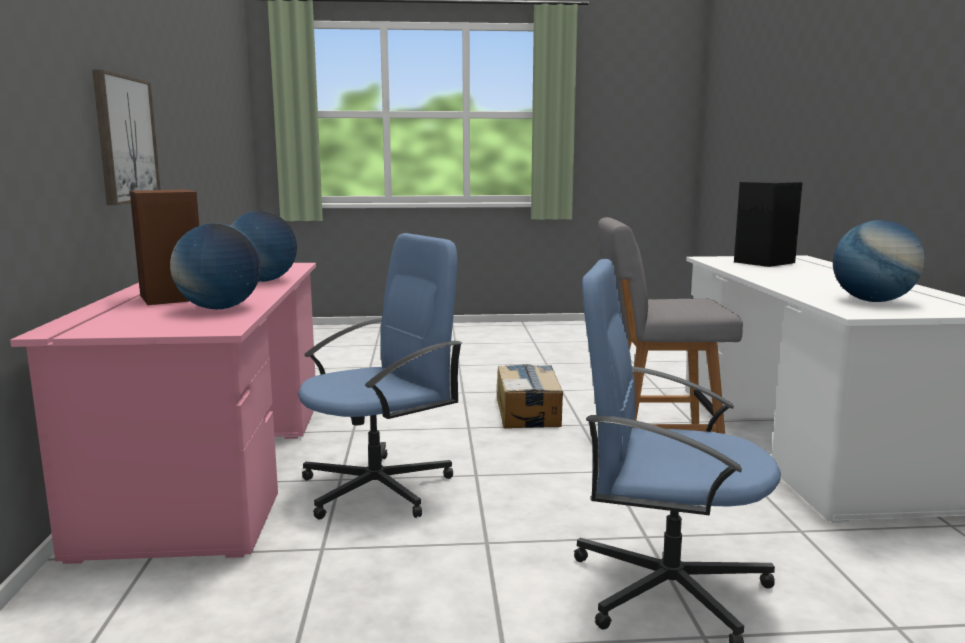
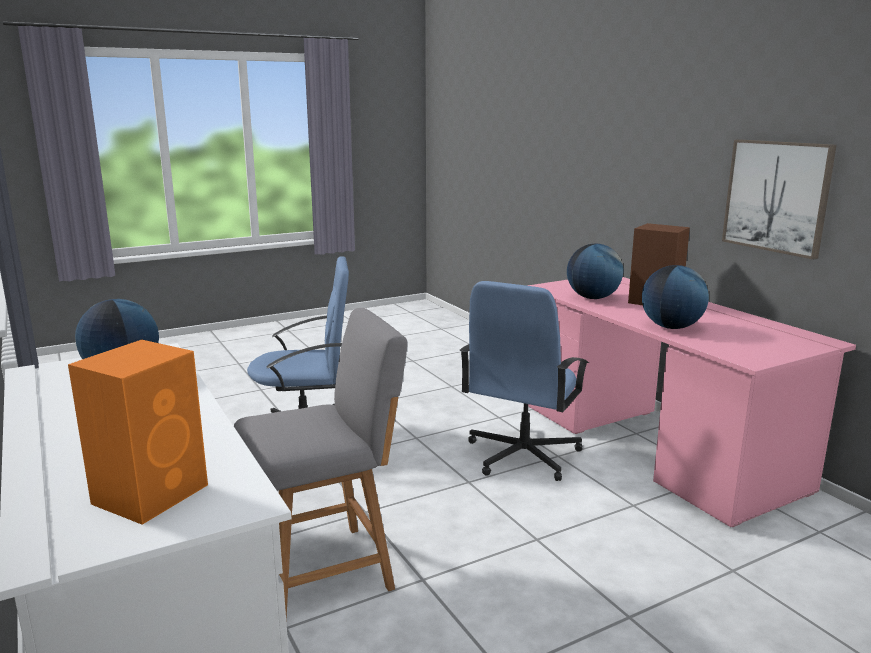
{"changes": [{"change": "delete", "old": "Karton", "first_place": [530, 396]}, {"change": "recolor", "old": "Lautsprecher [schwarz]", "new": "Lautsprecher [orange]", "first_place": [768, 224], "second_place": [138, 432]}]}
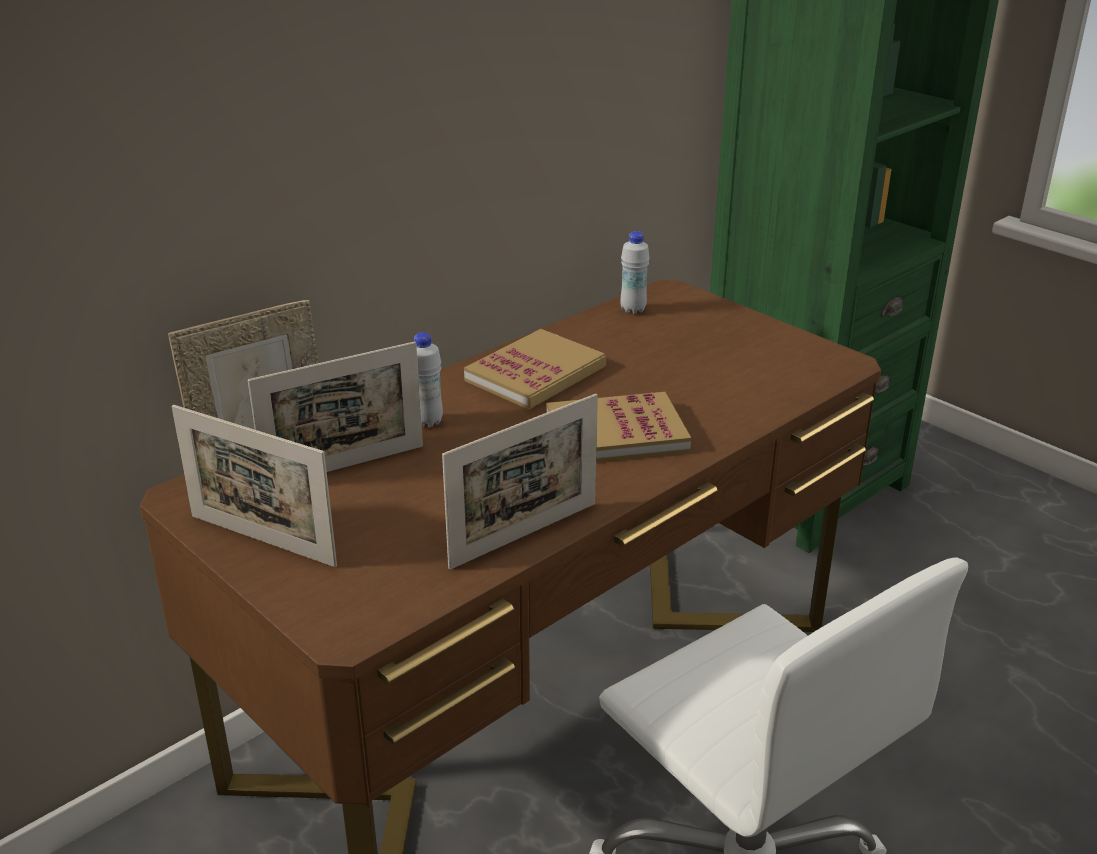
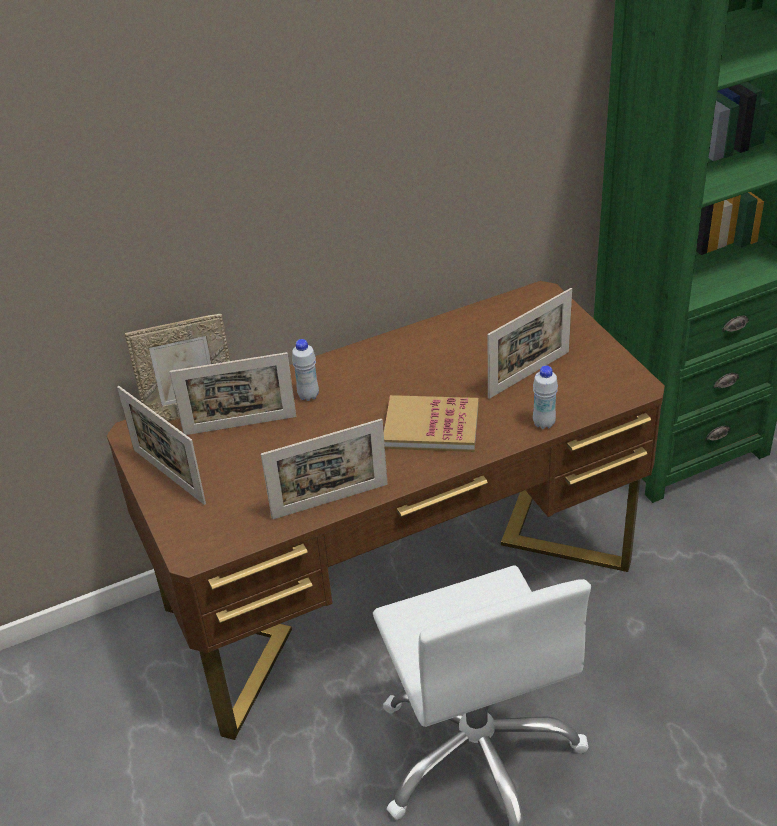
{"changes": [{"change": "delete", "old": "Buch", "first_place": [535, 369]}, {"change": "insert", "new": "Bilderrahmen", "second_place": [530, 343]}, {"change": "move", "old": "Flasche [weiß]", "first_place": [635, 272], "second_place": [545, 397]}]}
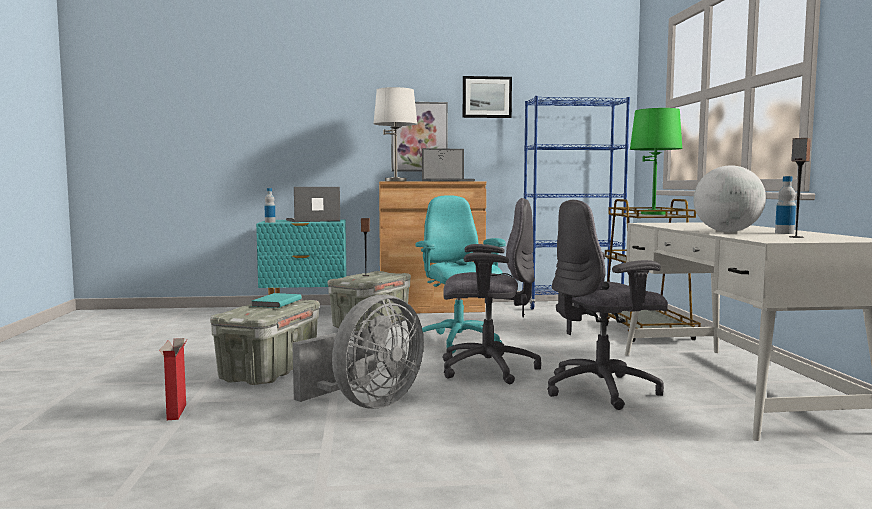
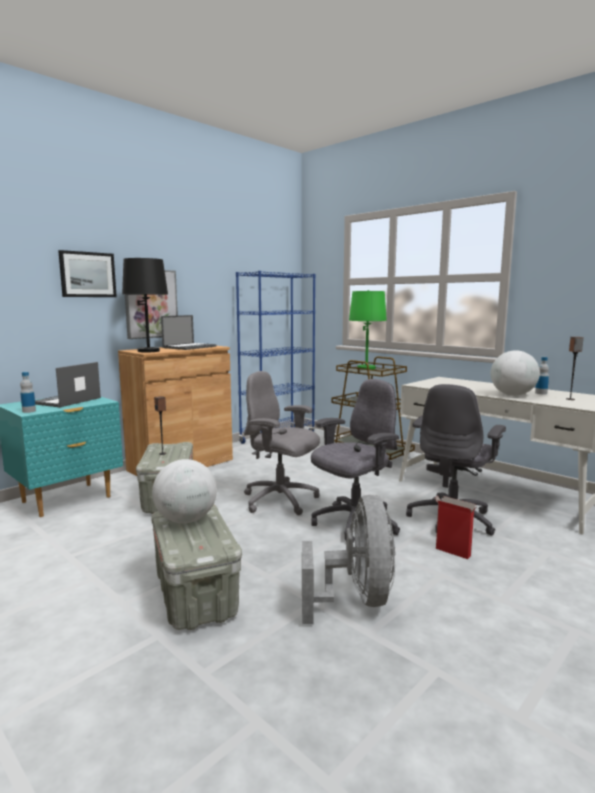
{"changes": [{"change": "move", "old": "Karton", "first_place": [173, 379], "second_place": [456, 527]}, {"change": "move", "old": "Bild", "first_place": [487, 97], "second_place": [87, 273]}, {"change": "replace", "old": "Buch [türkis]", "new": "Globus", "first_place": [276, 300], "second_place": [184, 491]}, {"change": "recolor", "old": "Tischlampe [weiß]", "new": "Tischlampe [schwarz]", "first_place": [395, 134], "second_place": [145, 305]}, {"change": "recolor", "old": "Bürostuhl [türkis]", "new": "Bürostuhl [grau]", "first_place": [460, 274], "second_place": [282, 443]}]}
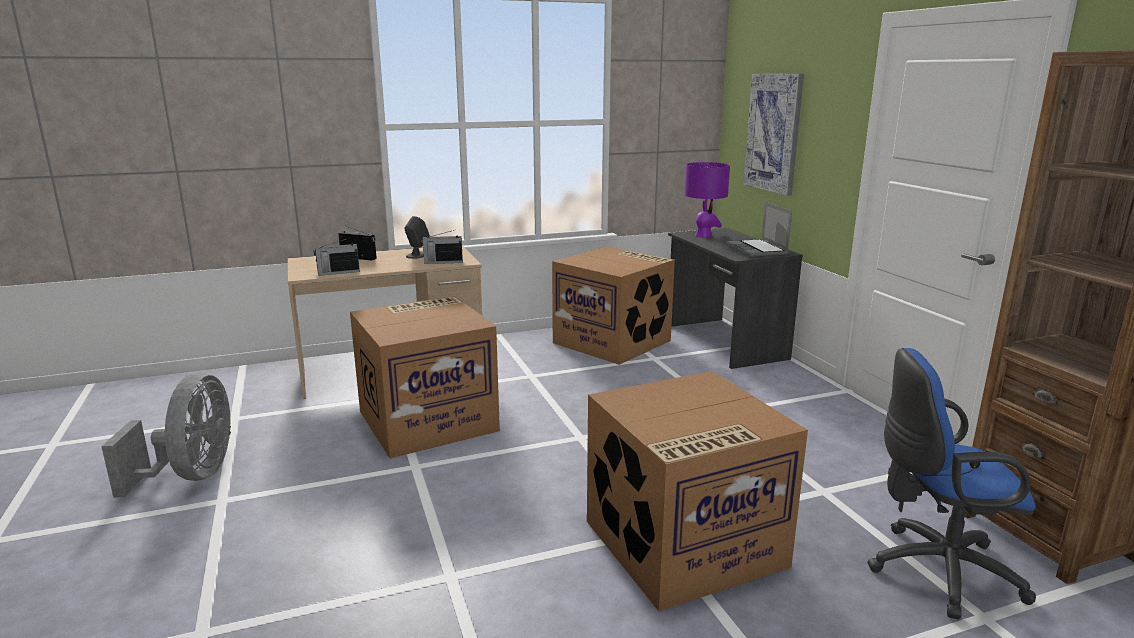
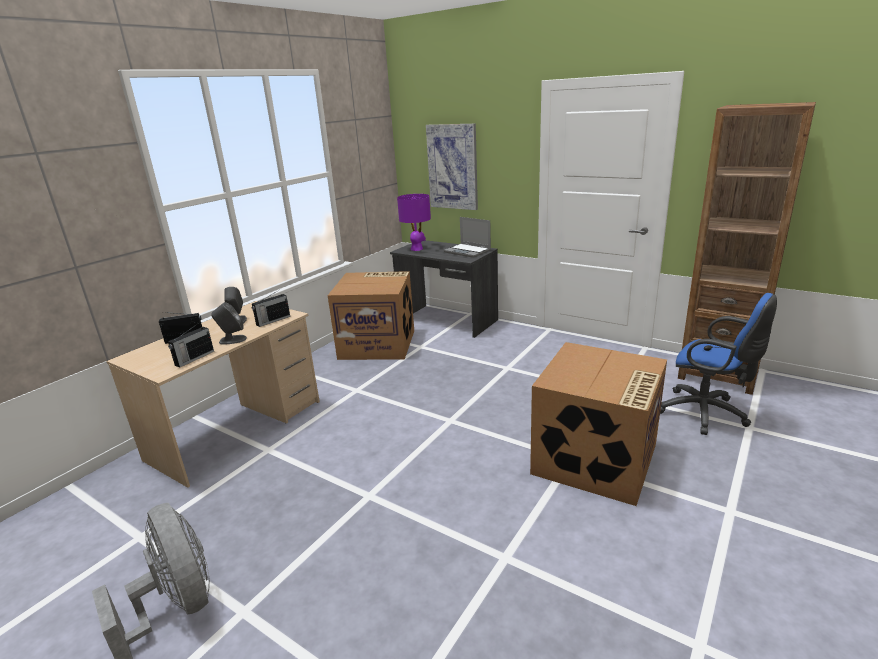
{"changes": [{"change": "delete", "old": "Karton", "first_place": [425, 377]}, {"change": "insert", "new": "Lautsprecher [grau]", "second_place": [229, 323]}, {"change": "rotate", "old": "Bürostuhl [blau]", "first_place": [951, 483], "second_place": [718, 364], "degrees": -105}]}
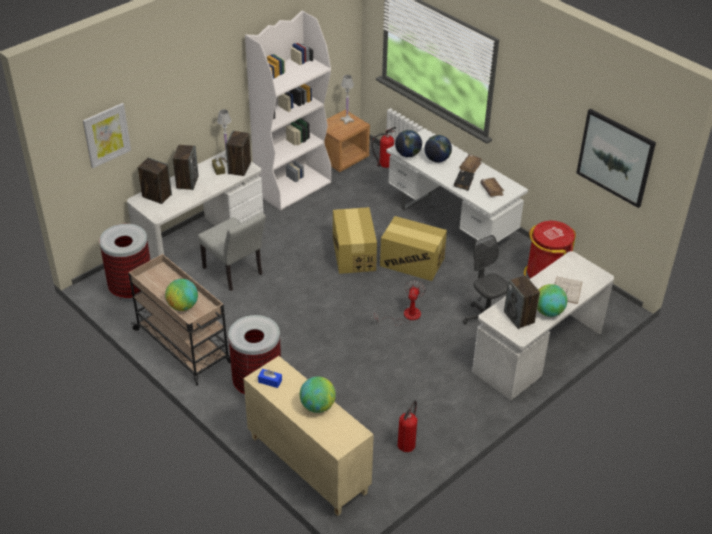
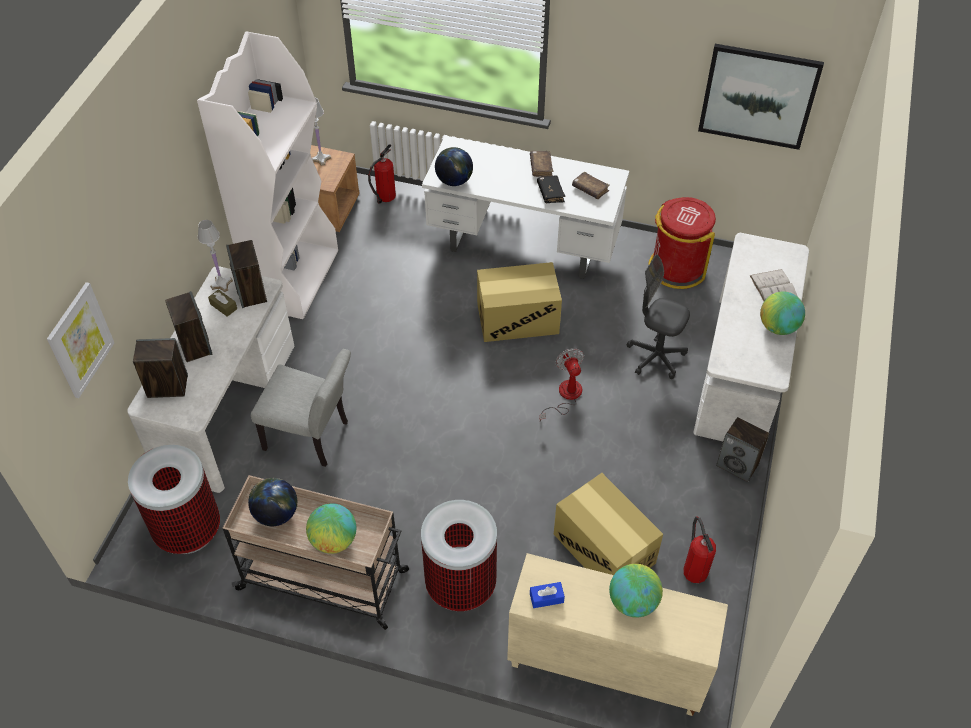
{"changes": [{"change": "move", "old": "Karton", "first_place": [355, 240], "second_place": [608, 524]}, {"change": "move", "old": "Globus", "first_place": [438, 148], "second_place": [272, 502]}, {"change": "move", "old": "Lautsprecher", "first_place": [522, 302], "second_place": [743, 449]}]}
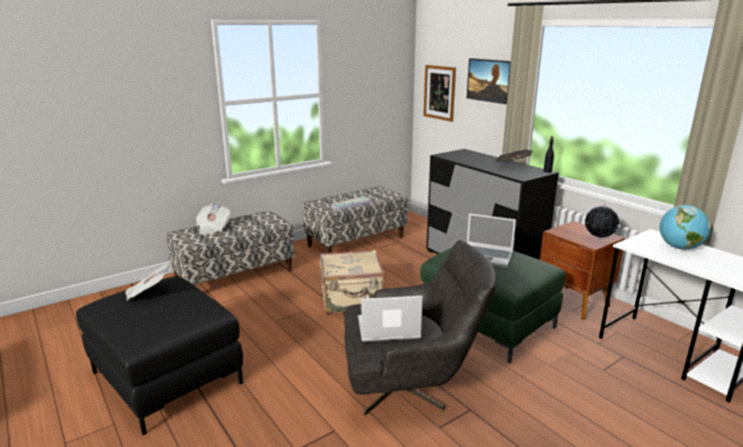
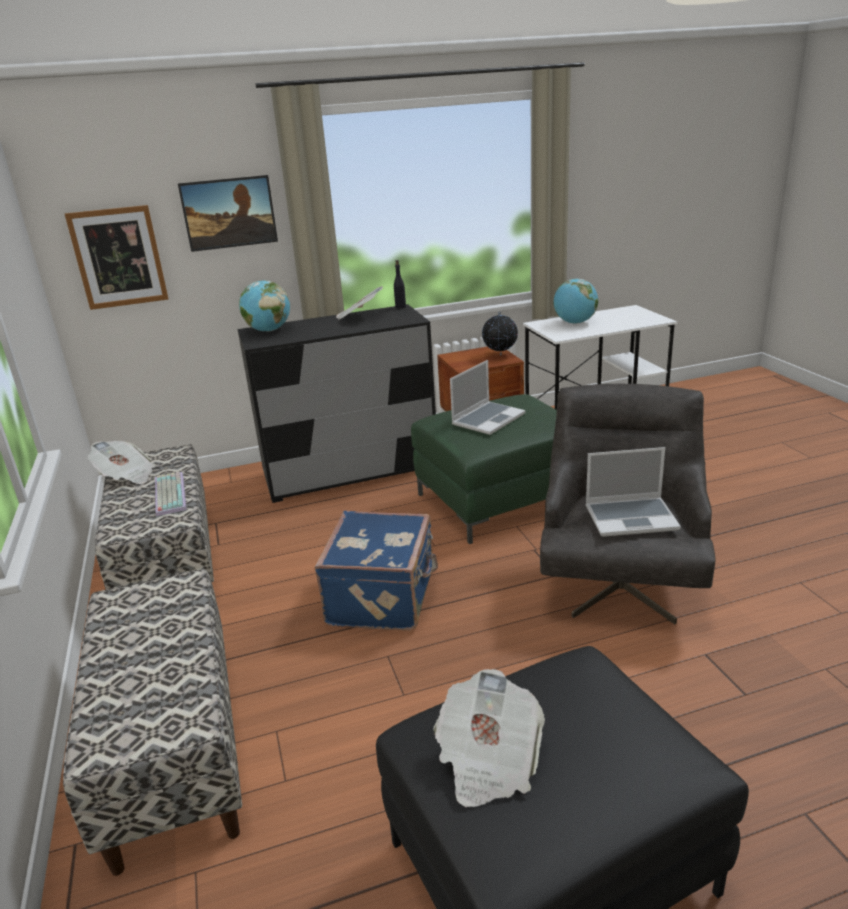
{"changes": [{"change": "insert", "new": "Globus", "second_place": [264, 306]}, {"change": "move", "old": "Zeitung", "first_place": [213, 219], "second_place": [121, 462]}, {"change": "recolor", "old": "Koffer [beige]", "new": "Koffer [blau]", "first_place": [352, 282], "second_place": [376, 570]}, {"change": "rotate", "old": "Laptop", "first_place": [390, 319], "second_place": [633, 492], "degrees": -105}]}
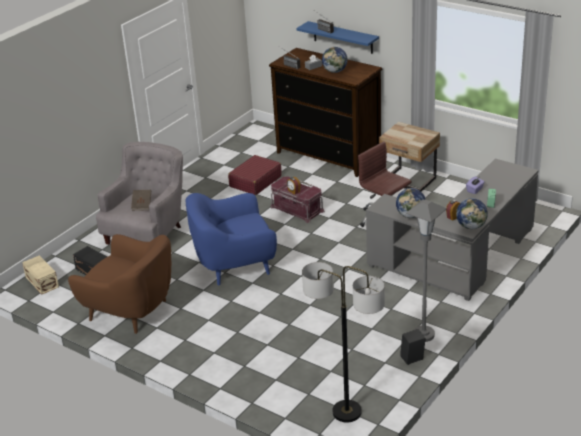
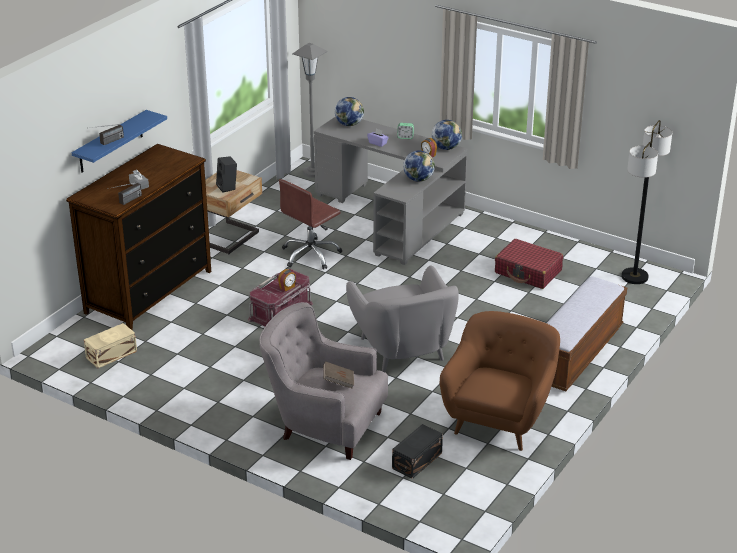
{"changes": [{"change": "insert", "new": "Bank", "second_place": [587, 334]}, {"change": "move", "old": "Aufbewahrungsbox [beige]", "first_place": [40, 274], "second_place": [110, 345]}, {"change": "move", "old": "Koffer [rot]", "first_place": [255, 175], "second_place": [529, 264]}, {"change": "move", "old": "Globus", "first_place": [335, 60], "second_place": [349, 111]}, {"change": "move", "old": "Lautsprecher [schwarz]", "first_place": [413, 347], "second_place": [226, 174]}, {"change": "move", "old": "Stehlampe [grau]", "first_place": [426, 271], "second_place": [310, 110]}, {"change": "recolor", "old": "Sessel [blau]", "new": "Sessel [grau]", "first_place": [231, 239], "second_place": [402, 318]}]}
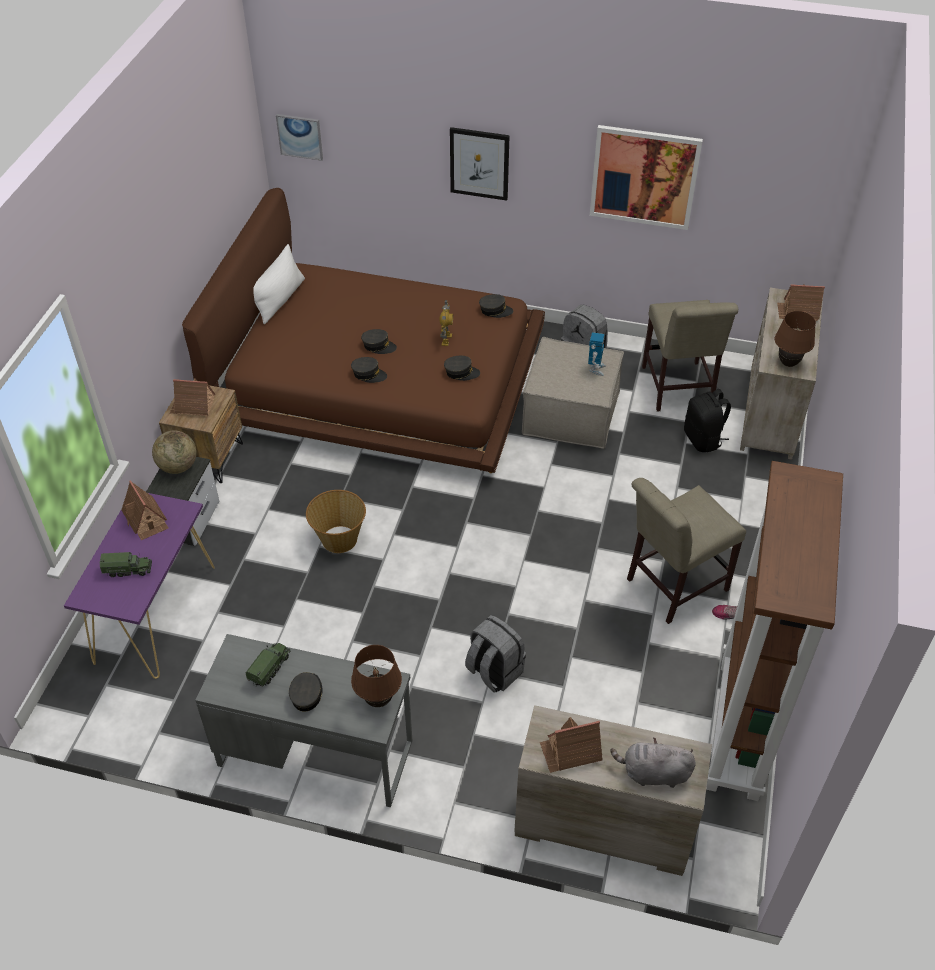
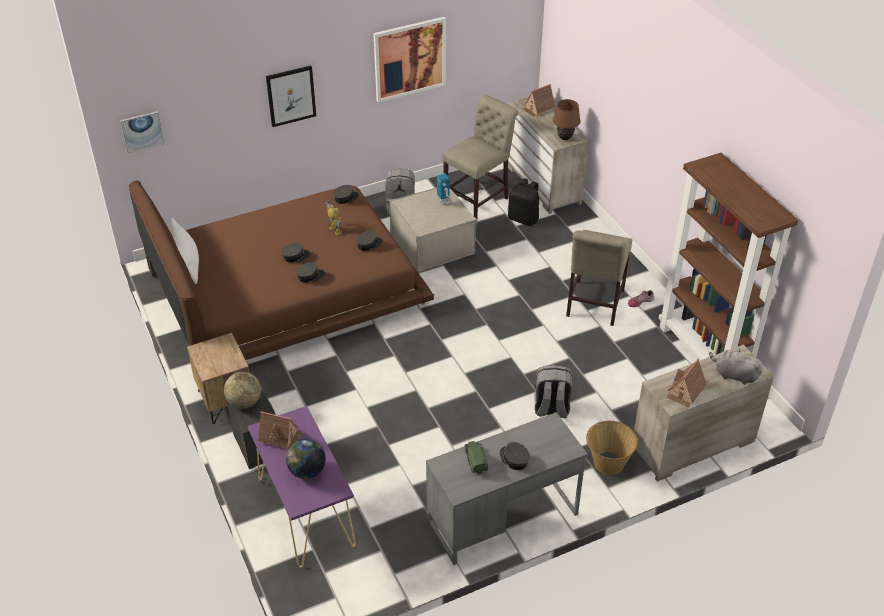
{"changes": [{"change": "delete", "old": "Spielzeughaus", "first_place": [192, 397]}, {"change": "delete", "old": "Tischlampe [braun]", "first_place": [376, 676]}, {"change": "move", "old": "Korb", "first_place": [336, 521], "second_place": [612, 448]}, {"change": "replace", "old": "Spielzeuglaster", "new": "Globus", "first_place": [126, 564], "second_place": [306, 459]}, {"change": "rotate", "old": "Plüschtier [grau]", "first_place": [653, 762], "second_place": [736, 367], "degrees": 60}, {"change": "rotate", "old": "Stuhl [beige]", "first_place": [690, 356], "second_place": [480, 156], "degrees": -90}]}
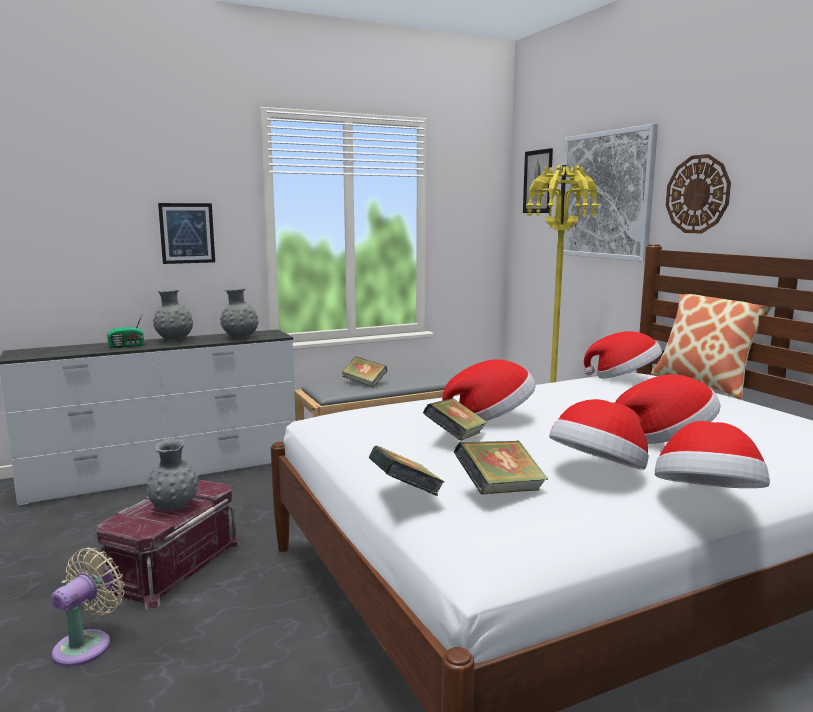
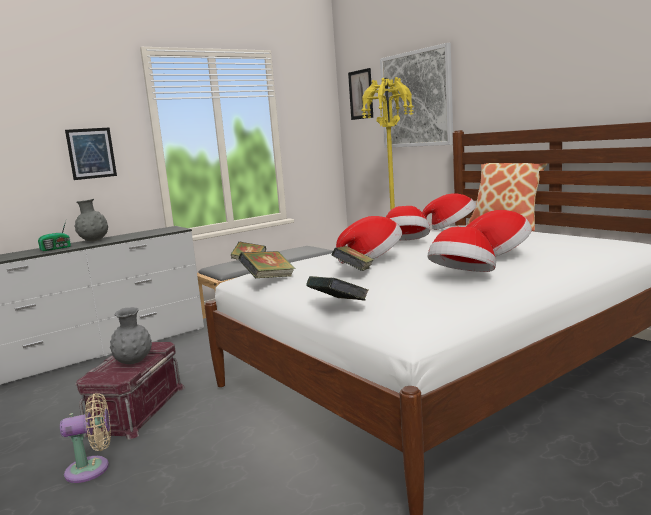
{"changes": [{"change": "delete", "old": "Vase [grau]", "first_place": [239, 313]}, {"change": "delete", "old": "Wanduhr", "first_place": [698, 193]}, {"change": "move", "old": "Buch", "first_place": [501, 467], "second_place": [267, 264]}, {"change": "move", "old": "Hut", "first_place": [712, 454], "second_place": [408, 223]}, {"change": "rotate", "old": "Ventilator [beige]", "first_place": [88, 607], "second_place": [85, 438], "degrees": 60}]}
